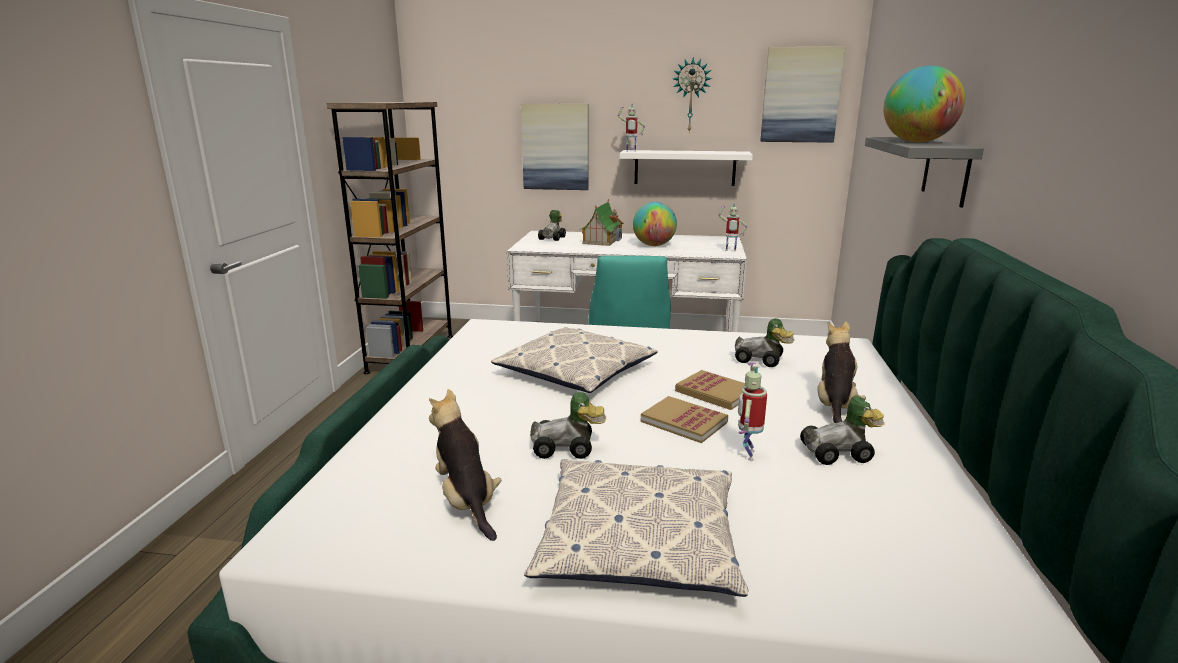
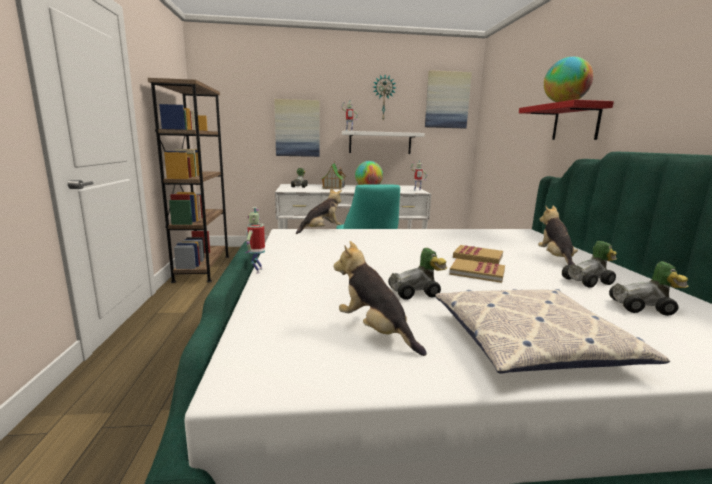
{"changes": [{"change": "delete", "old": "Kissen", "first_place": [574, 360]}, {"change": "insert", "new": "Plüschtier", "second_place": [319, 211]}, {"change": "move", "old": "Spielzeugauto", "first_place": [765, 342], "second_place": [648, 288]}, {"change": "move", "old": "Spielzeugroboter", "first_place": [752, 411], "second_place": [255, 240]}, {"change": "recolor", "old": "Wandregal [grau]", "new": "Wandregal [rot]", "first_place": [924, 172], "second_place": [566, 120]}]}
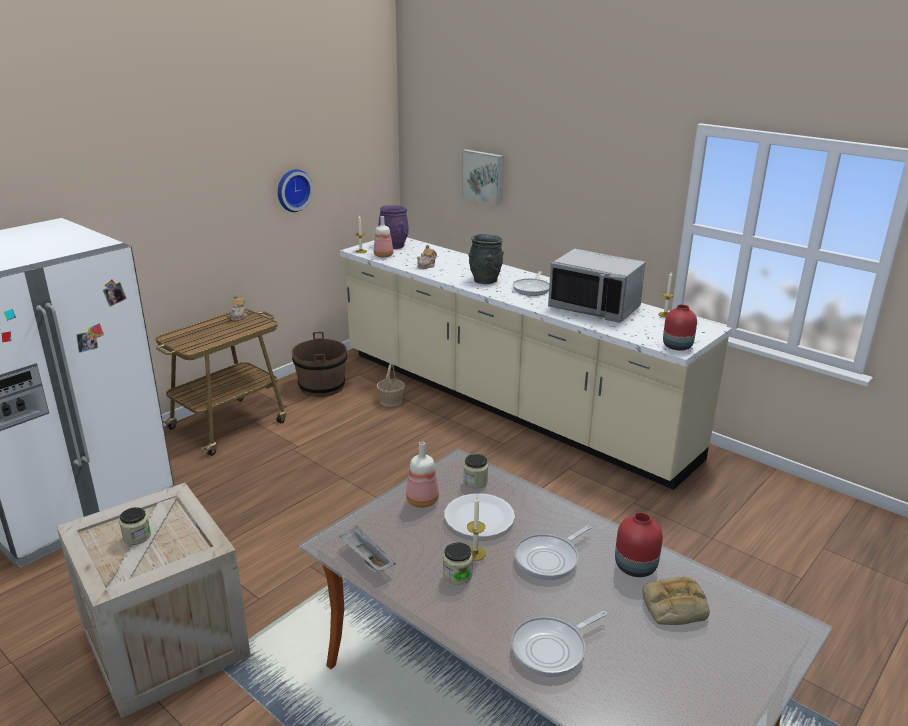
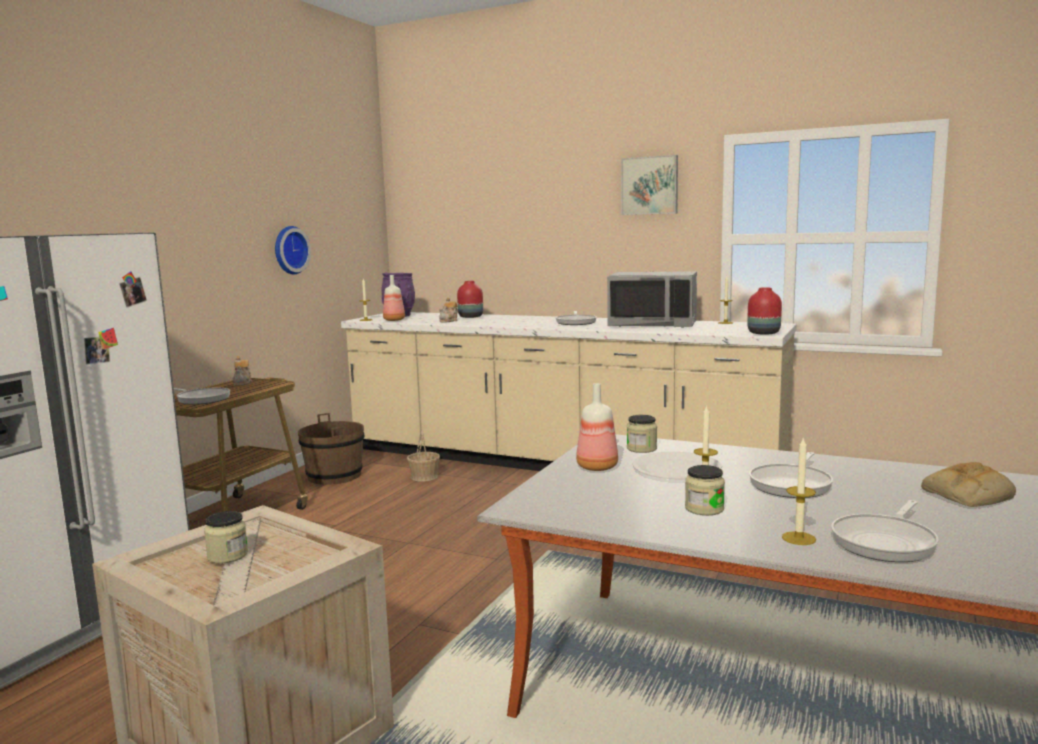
{"changes": [{"change": "delete", "old": "Tablett [grau]", "first_place": [368, 548]}, {"change": "delete", "old": "Vase [grau]", "first_place": [486, 259]}, {"change": "insert", "new": "Pfanne", "second_place": [202, 396]}, {"change": "insert", "new": "Kerze", "second_place": [799, 491]}, {"change": "move", "old": "Bild", "first_place": [482, 177], "second_place": [649, 185]}, {"change": "move", "old": "Vase [rot]", "first_place": [639, 544], "second_place": [470, 299]}]}
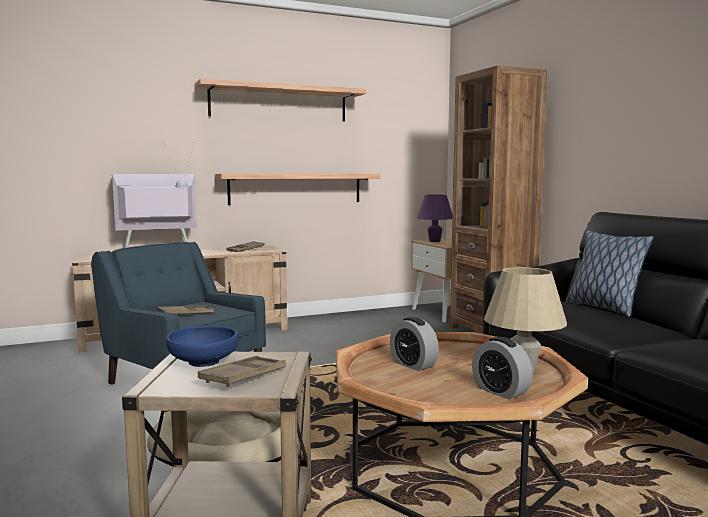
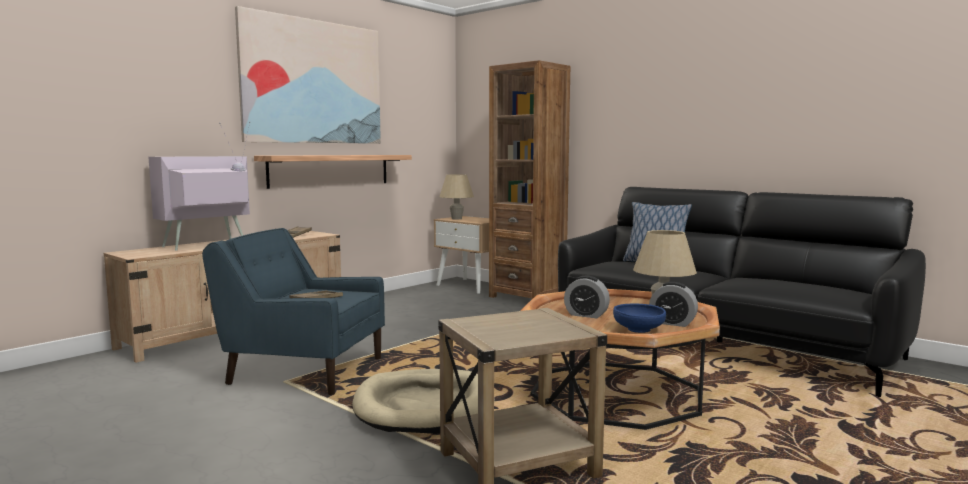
{"changes": [{"change": "delete", "old": "Tablett [braun]", "first_place": [242, 371]}, {"change": "move", "old": "Schüssel [blau]", "first_place": [202, 346], "second_place": [639, 318]}, {"change": "replace", "old": "Wandregal", "new": "Bild", "first_place": [280, 99], "second_place": [308, 75]}, {"change": "recolor", "old": "Tischlampe [lila]", "new": "Tischlampe [beige]", "first_place": [434, 218], "second_place": [456, 196]}]}
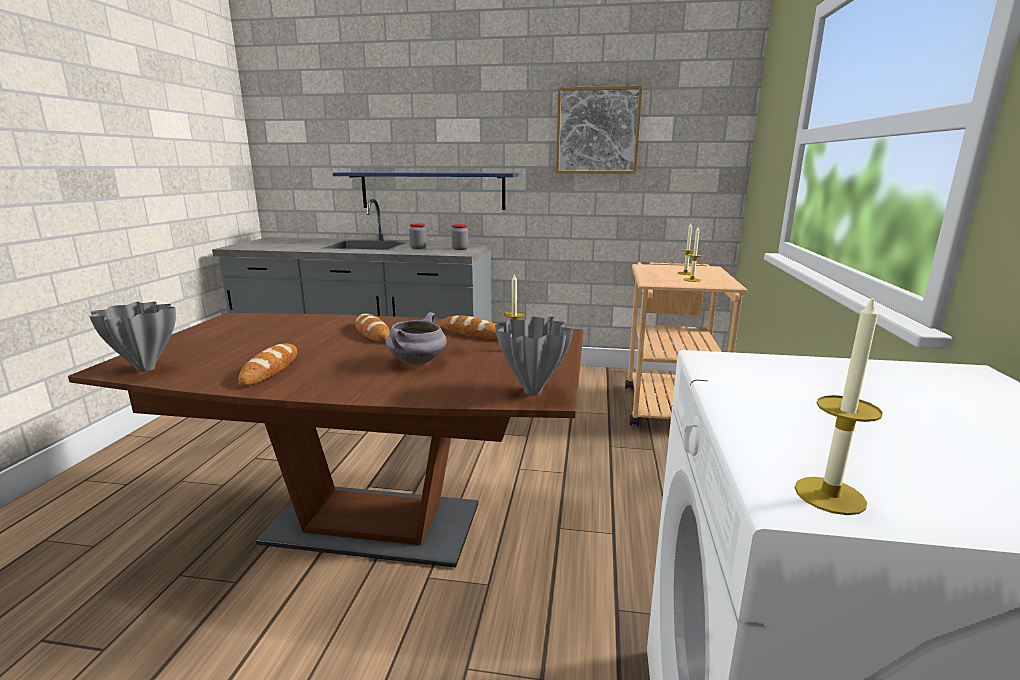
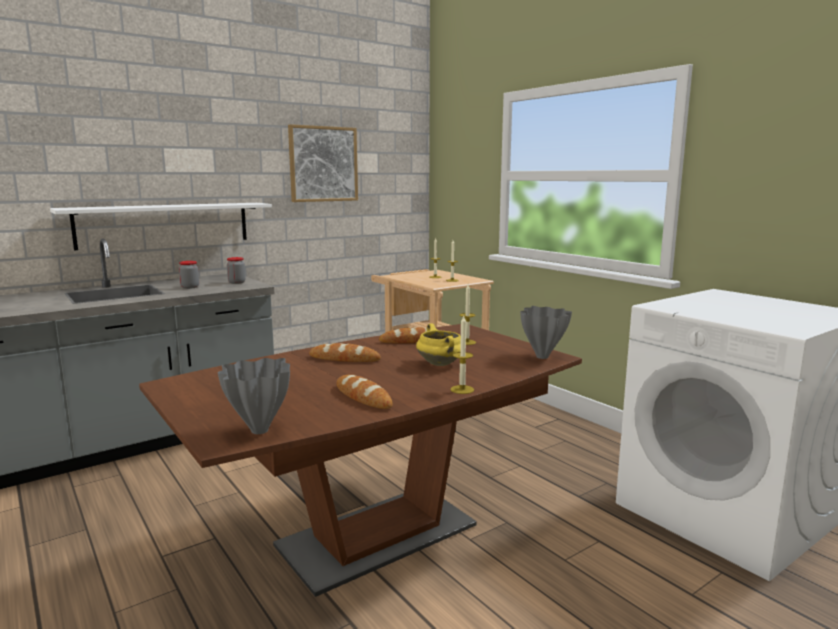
{"changes": [{"change": "move", "old": "Kerze", "first_place": [839, 405], "second_place": [462, 354]}, {"change": "recolor", "old": "Wandregal [blau]", "new": "Wandregal [weiß]", "first_place": [426, 191], "second_place": [161, 227]}, {"change": "recolor", "old": "Kochtopf [grau]", "new": "Kochtopf [gelb]", "first_place": [416, 338], "second_place": [438, 344]}]}
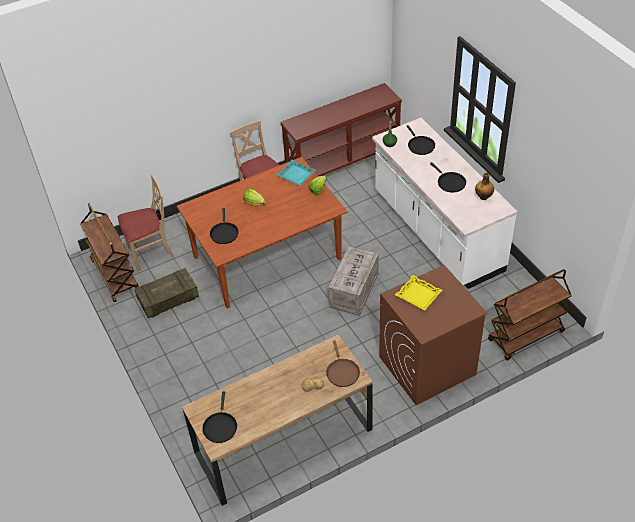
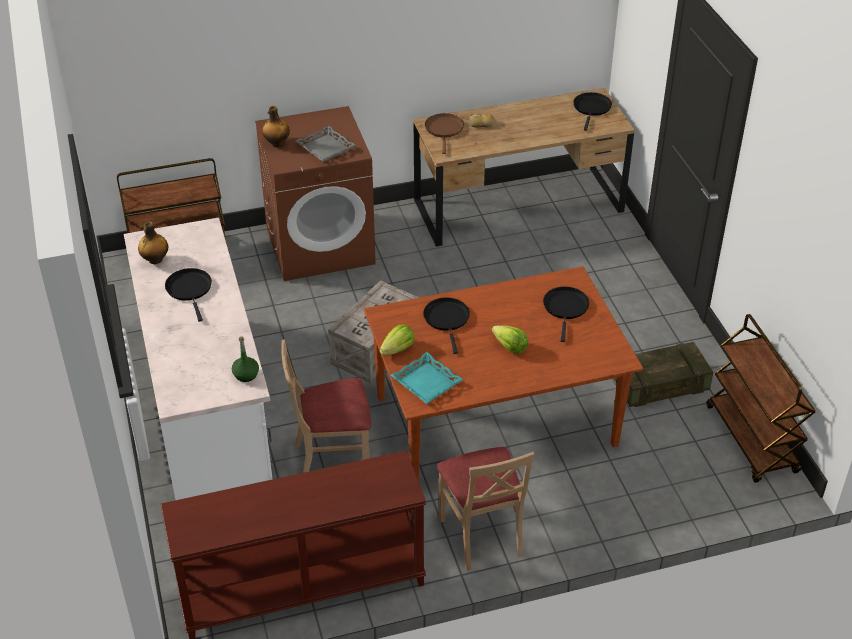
{"changes": [{"change": "insert", "new": "Flasche", "second_place": [276, 126]}, {"change": "move", "old": "Stuhl [beige]", "first_place": [146, 223], "second_place": [326, 406]}, {"change": "move", "old": "Pfanne [schwarz]", "first_place": [421, 140], "second_place": [446, 326]}, {"change": "recolor", "old": "Tablett [gelb]", "new": "Tablett [grau]", "first_place": [418, 293], "second_place": [326, 144]}]}
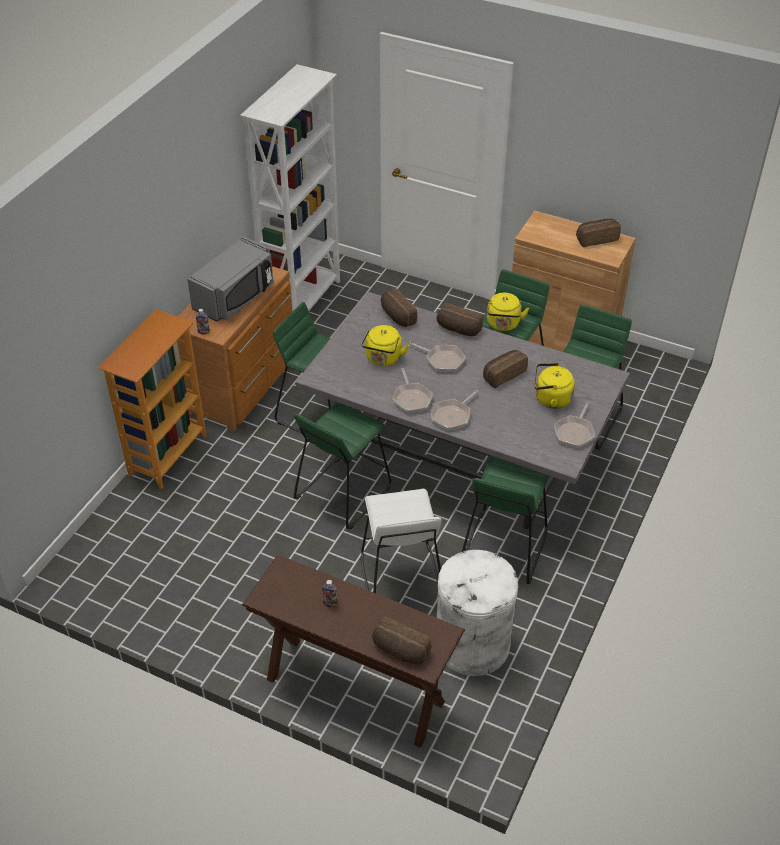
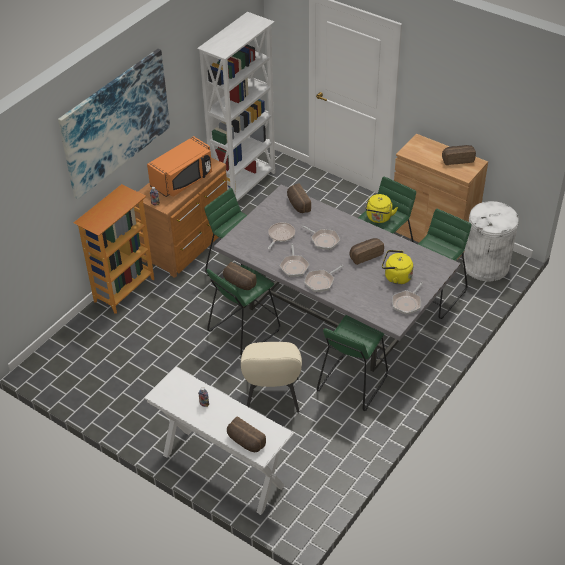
{"changes": [{"change": "insert", "new": "Bild", "second_place": [114, 124]}, {"change": "move", "old": "Brot", "first_place": [460, 319], "second_place": [240, 276]}, {"change": "move", "old": "Mülleimer [weiß]", "first_place": [477, 613], "second_place": [491, 241]}, {"change": "replace", "old": "Hocker [weiß]", "new": "Stuhl [beige]", "first_place": [401, 541], "second_place": [271, 377]}, {"change": "replace", "old": "Wasserkessel [gelb]", "new": "Pfanne", "first_place": [385, 345], "second_place": [281, 236]}, {"change": "recolor", "old": "Mikrowelle [grau]", "new": "Mikrowelle [orange]", "first_place": [230, 279], "second_place": [179, 166]}, {"change": "recolor", "old": "Konsolentisch [braun]", "new": "Konsolentisch [weiß]", "first_place": [353, 651], "second_place": [219, 441]}]}
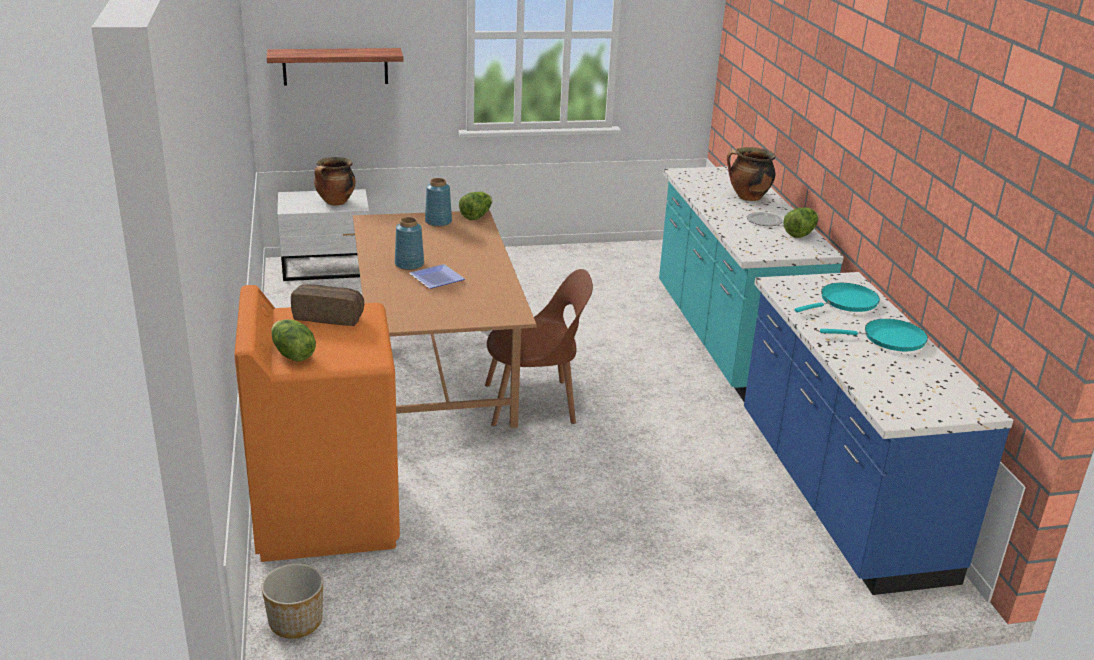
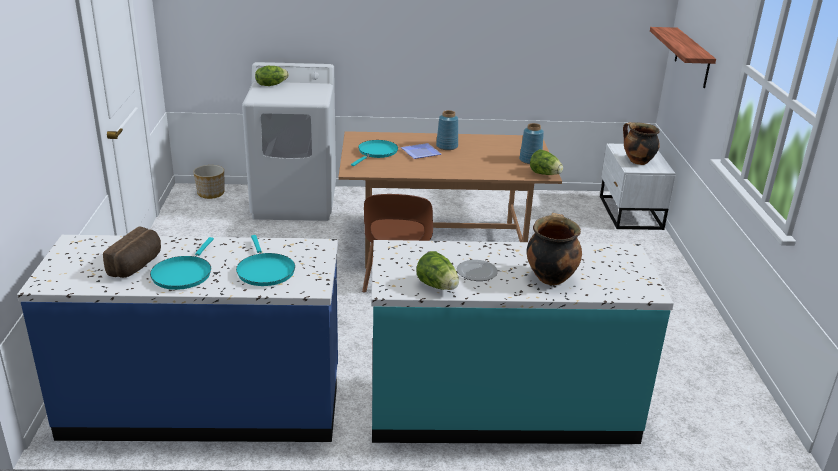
{"changes": [{"change": "insert", "new": "Pfanne [türkis]", "second_place": [374, 153]}, {"change": "move", "old": "Brot", "first_place": [327, 305], "second_place": [132, 252]}, {"change": "recolor", "old": "Waschmaschine [orange]", "new": "Waschmaschine [weiß]", "first_place": [317, 423], "second_place": [289, 141]}]}
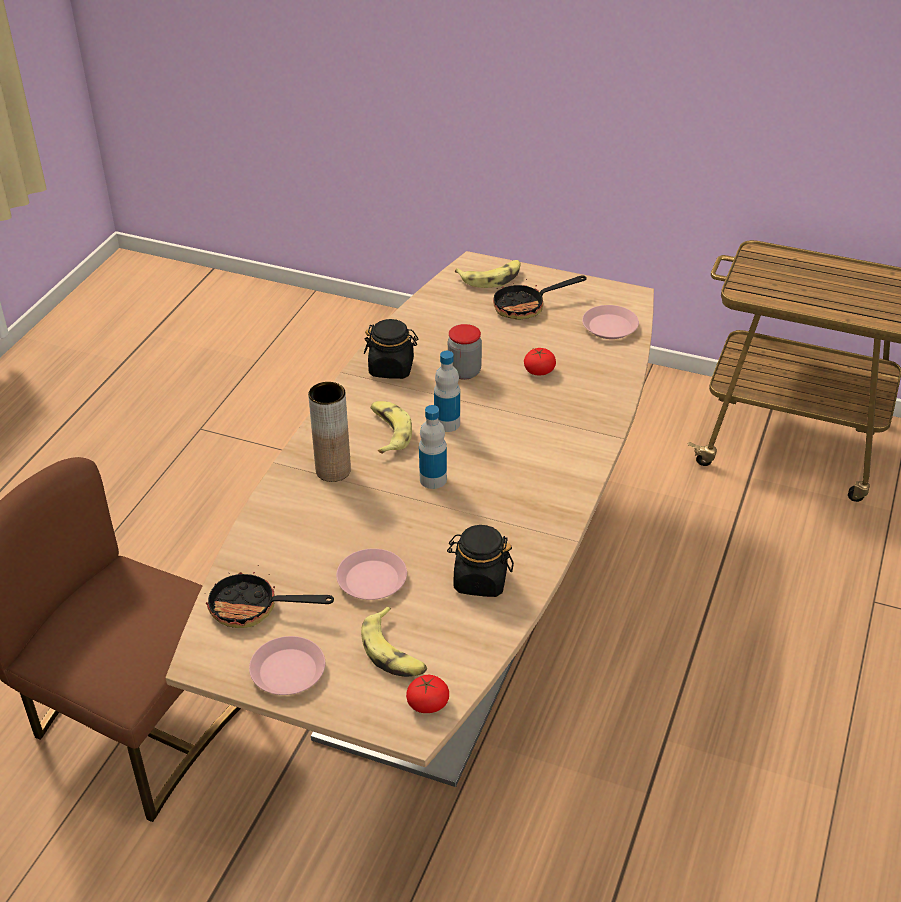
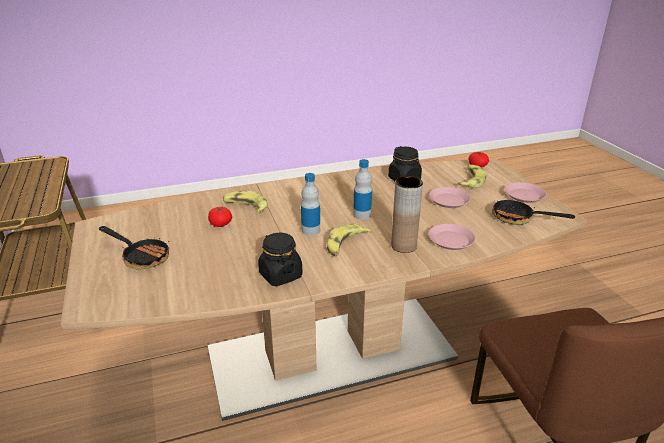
{"changes": [{"change": "delete", "old": "Vorratsglas", "first_place": [465, 352]}, {"change": "move", "old": "Banane", "first_place": [487, 274], "second_place": [245, 202]}, {"change": "move", "old": "Teller [rosa]", "first_place": [610, 322], "second_place": [452, 237]}, {"change": "rotate", "old": "Pfanne", "first_place": [270, 596], "second_place": [533, 212], "degrees": 150}]}
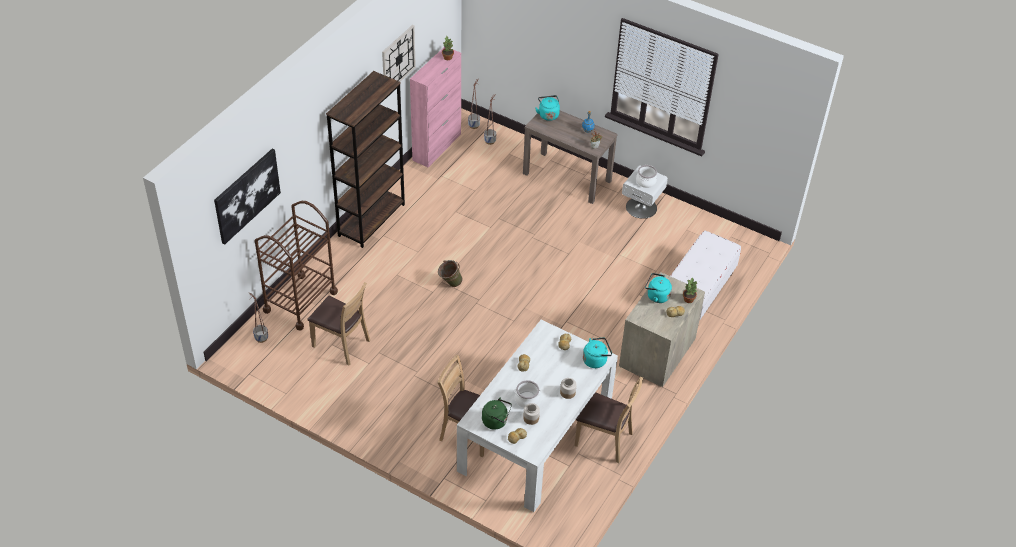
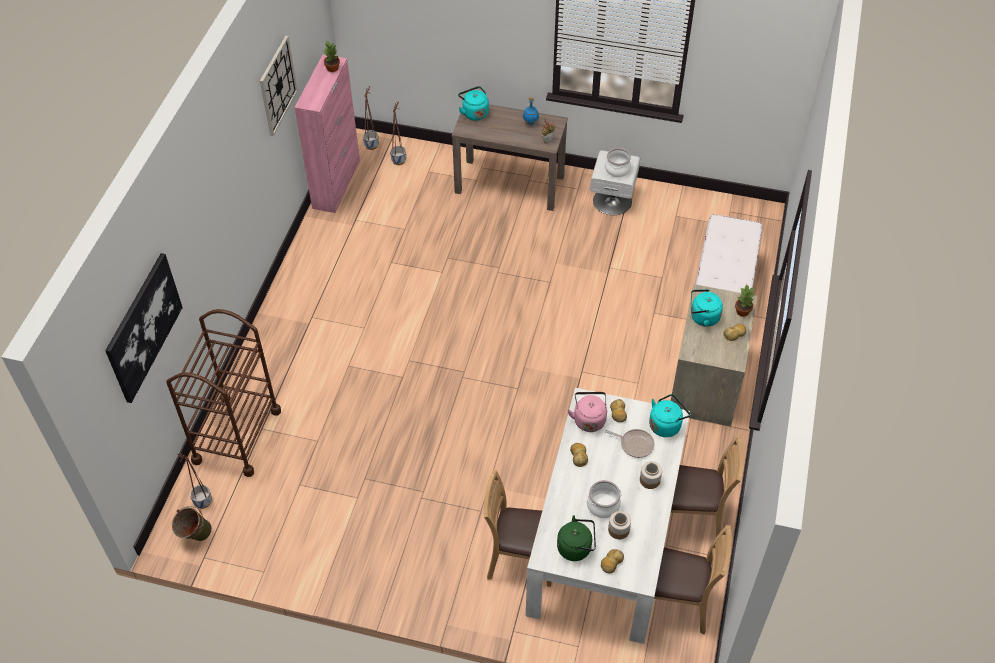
{"changes": [{"change": "delete", "old": "Bücherregal [braun]", "first_place": [365, 159]}, {"change": "insert", "new": "Wasserkessel [rosa]", "second_place": [587, 412]}, {"change": "insert", "new": "Pfanne", "second_place": [630, 443]}, {"change": "move", "old": "Stuhl [braun]", "first_place": [338, 324], "second_place": [693, 580]}, {"change": "move", "old": "Eimer [grün]", "first_place": [450, 273], "second_place": [192, 523]}]}
